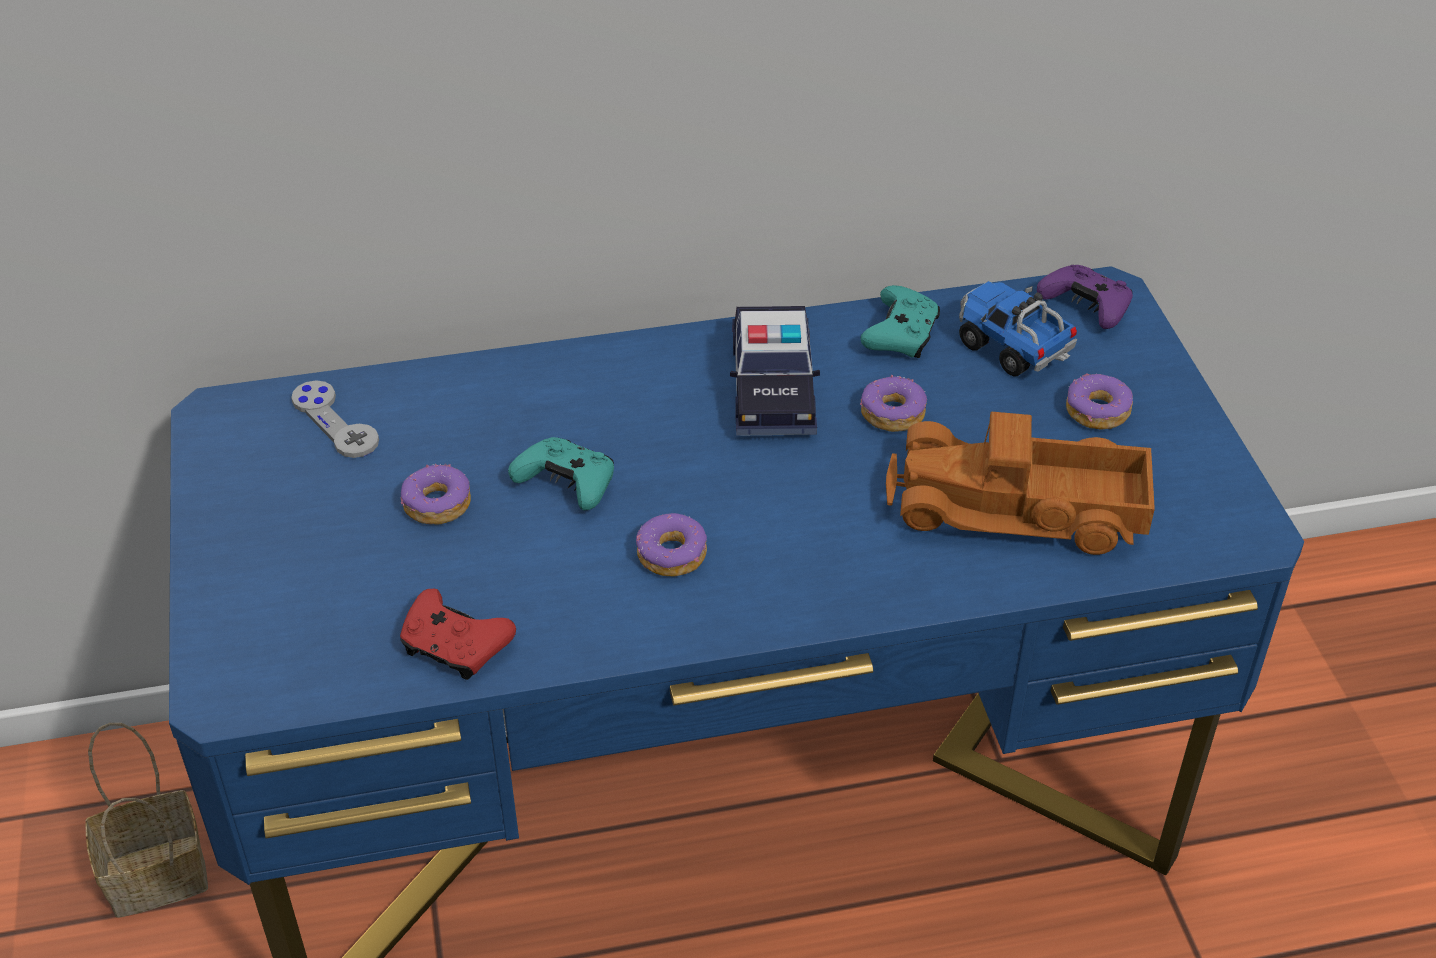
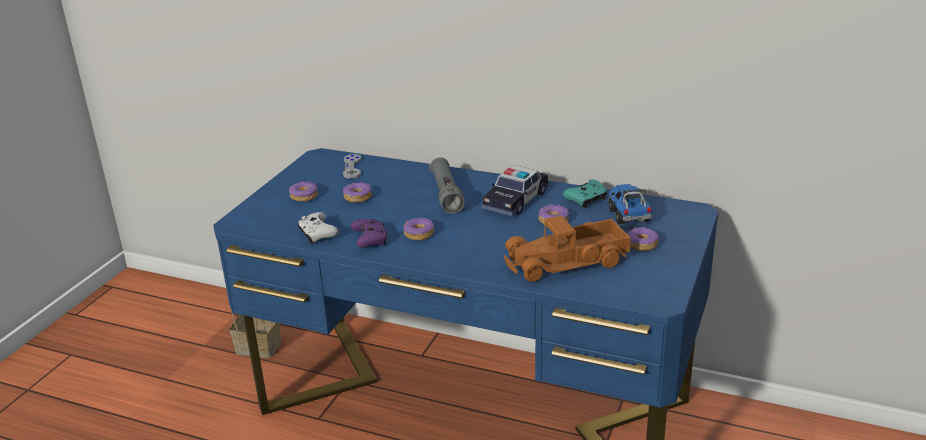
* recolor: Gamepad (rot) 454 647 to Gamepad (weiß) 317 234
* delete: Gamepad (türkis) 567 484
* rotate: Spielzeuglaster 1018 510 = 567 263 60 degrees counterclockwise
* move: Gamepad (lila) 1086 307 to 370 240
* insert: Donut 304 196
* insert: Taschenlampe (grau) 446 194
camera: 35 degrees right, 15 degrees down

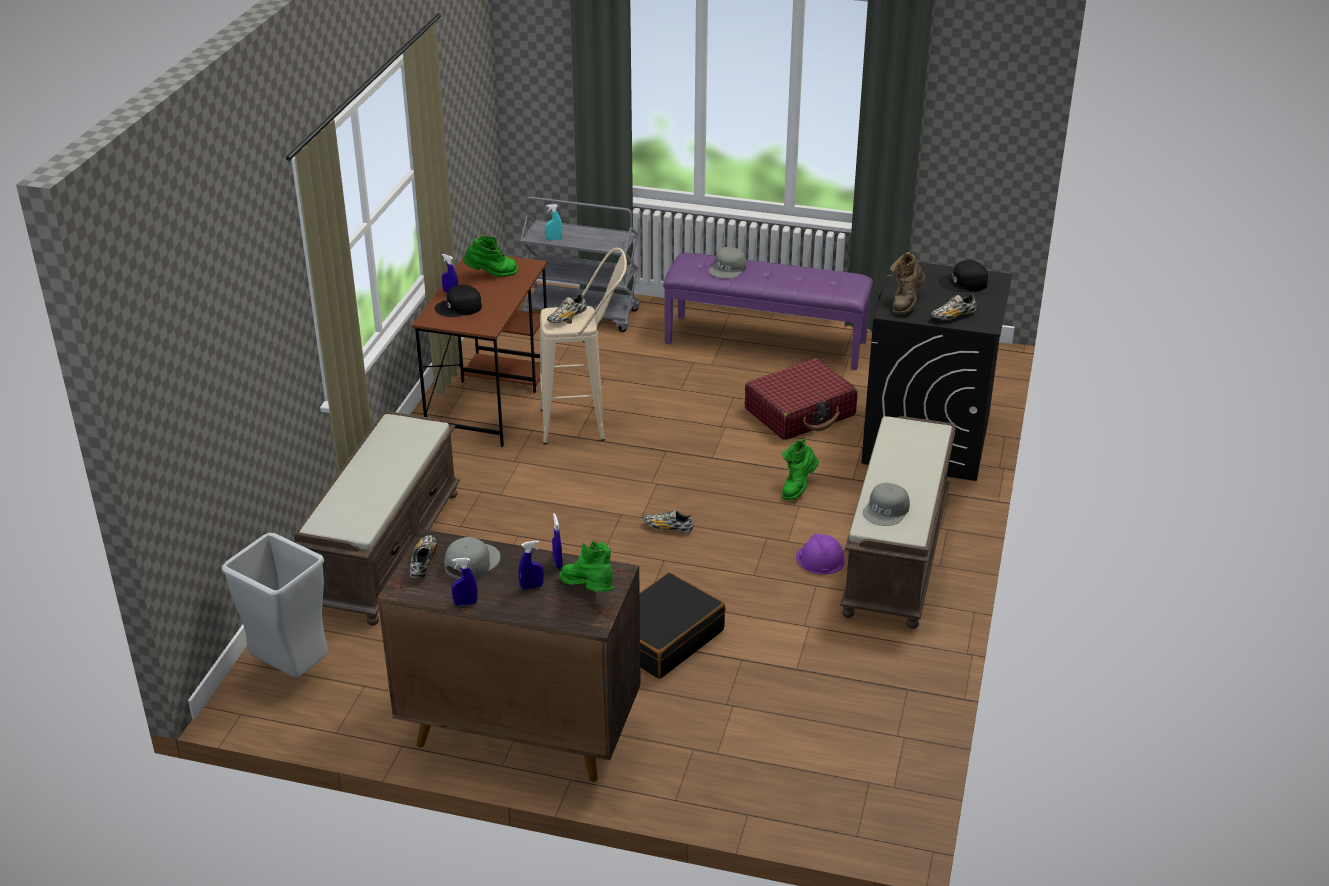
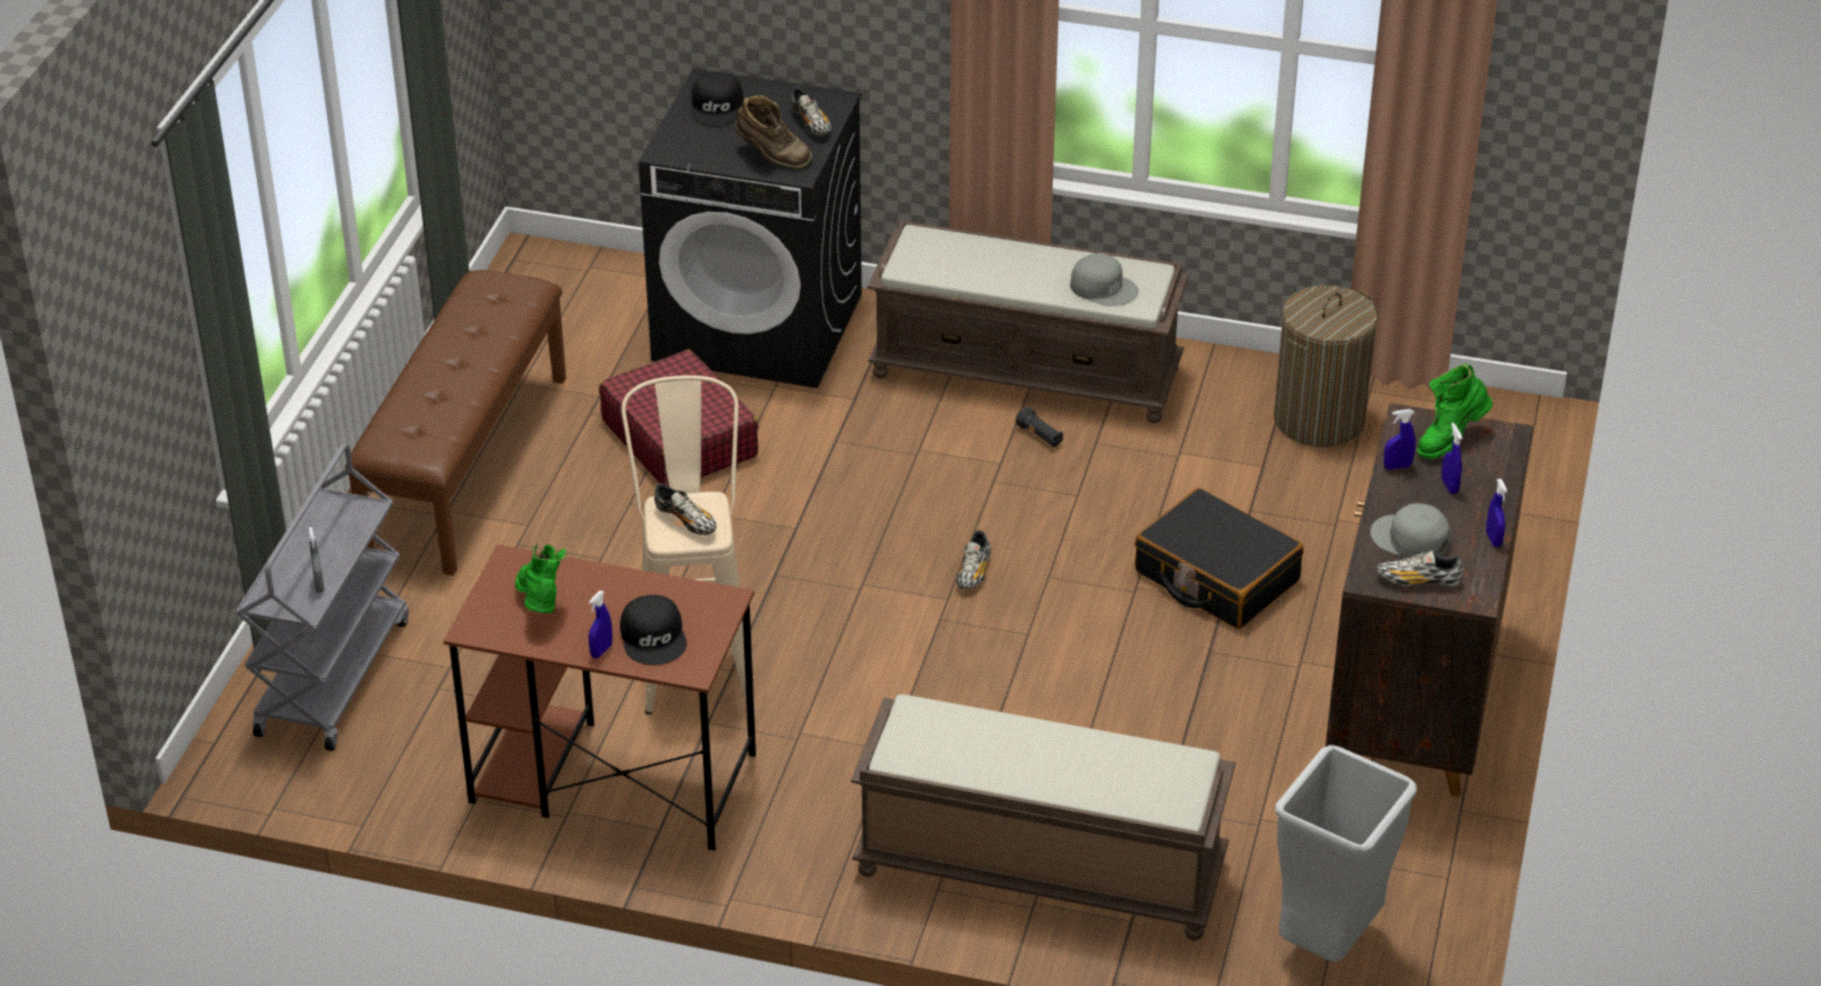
* recolor: Sprühflasche (türkis) 554 239 to Sprühflasche (grau) 319 585
* recolor: Bank (lila) 766 341 to Bank (braun) 465 464
* delete: Kappe (grau) 728 268
* delete: Stiefel (grün) 798 487
* replace: Schutzhelm (lila) 820 559 to Taschenlampe (schwarz) 1040 436
* insert: Wäschekorb 1319 420
camera: 90 degrees left, 5 degrees up

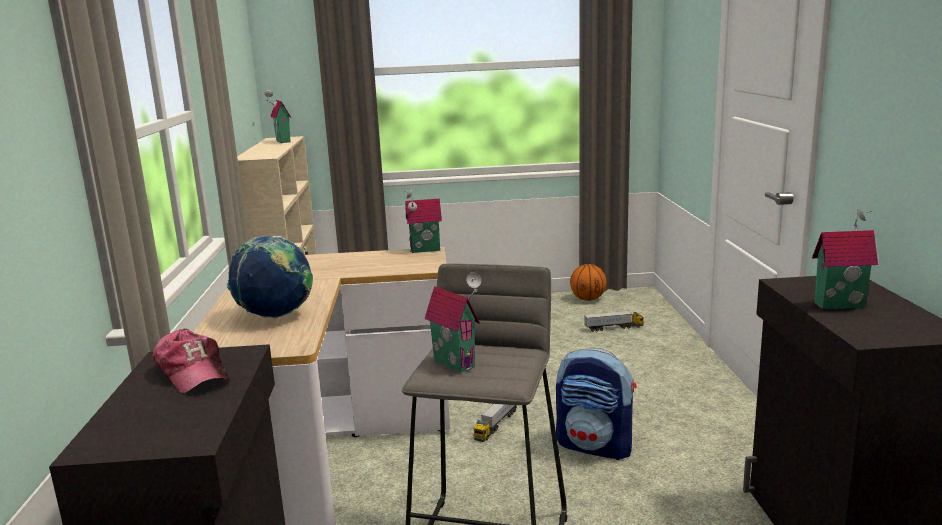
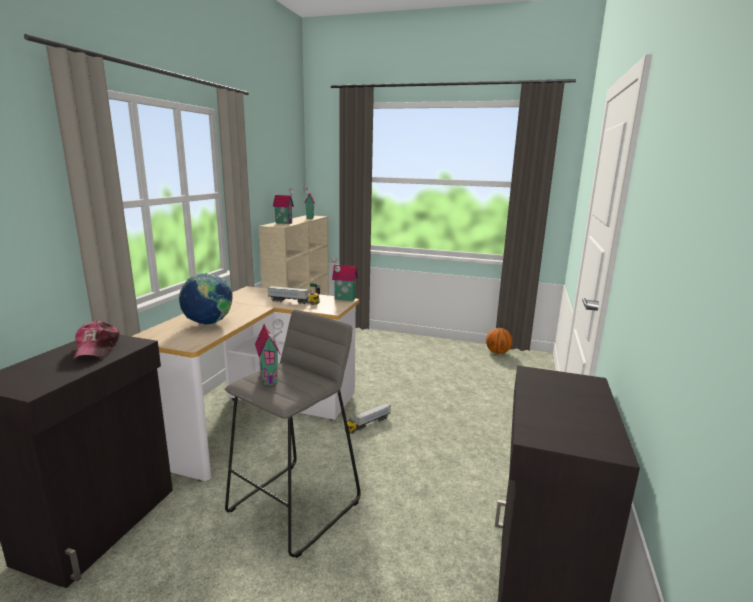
* delete: Rucksack 595 446
* move: Spielzeuglaster 613 328 to 293 302
* move: Spielzeughaus 838 304 to 284 223
camera: 20 degrees right, 0 degrees up

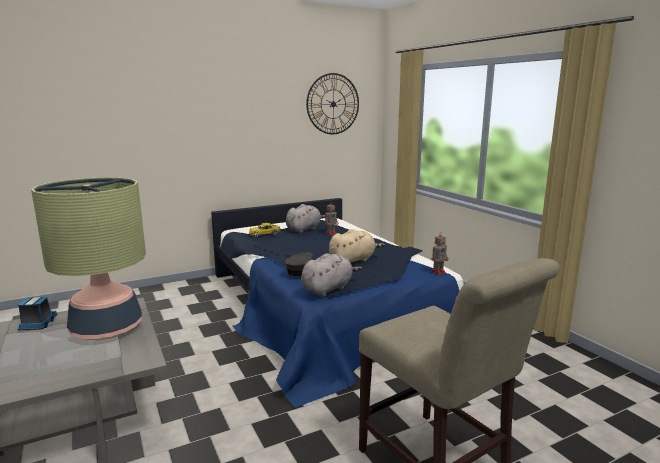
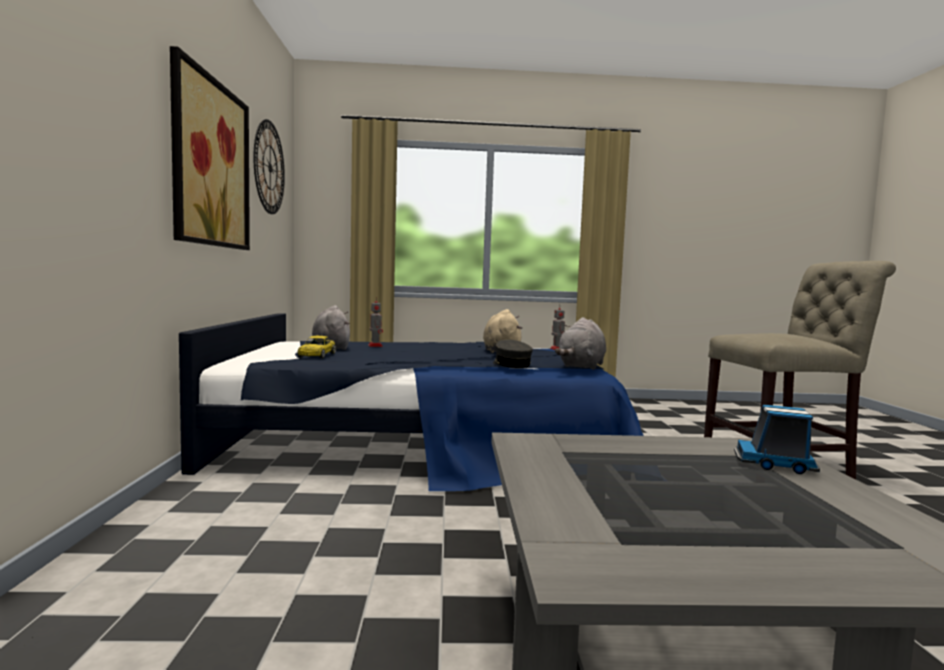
* move: Spielzeuglaster 38 324 to 776 464
* delete: Tischlampe 107 328
* rotate: Plüschtier (grau) 328 289 = 581 366 135 degrees counterclockwise
* insert: Bild 211 164
camera: 65 degrees left, 10 degrees down

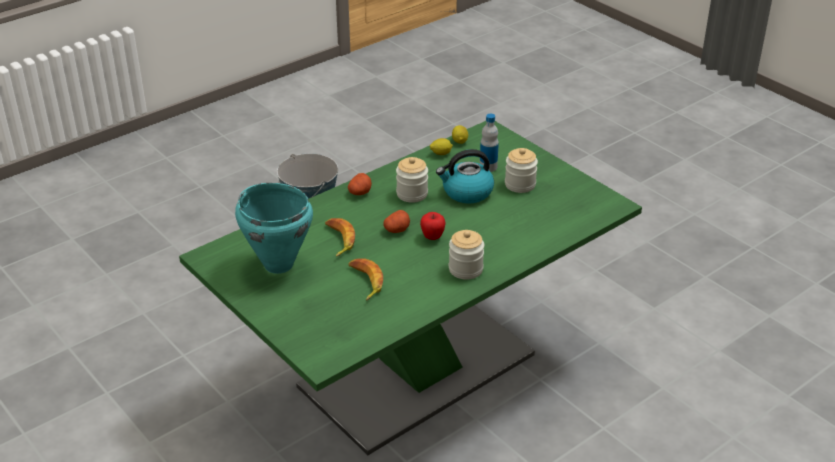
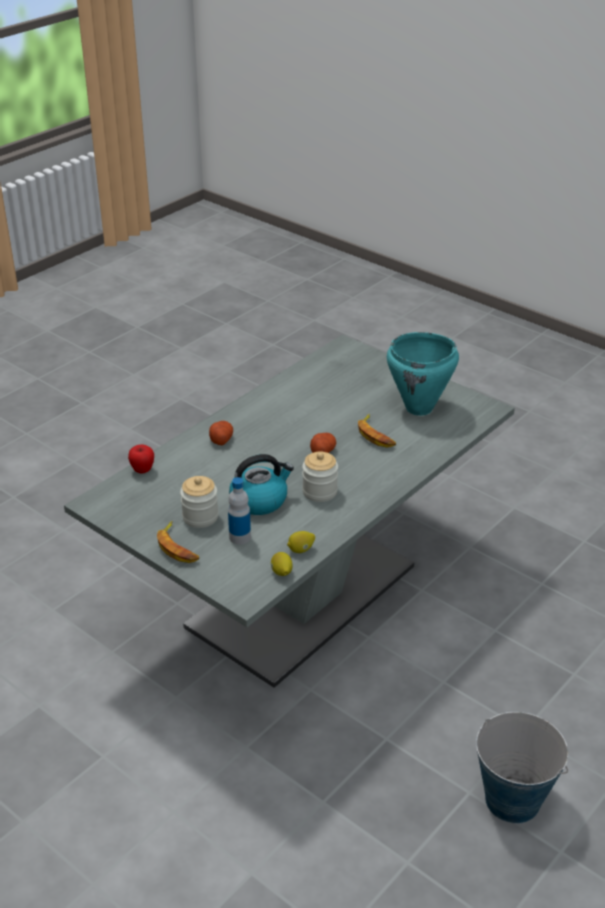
* recolor: Esstisch (grün) 417 370 to Esstisch (grau) 302 596
* move: Kartoffel 360 192 to 221 439
* move: Banane 365 282 to 178 547
* move: Apfel 432 237 to 142 470
* delete: Vorratsglas 465 269
camera: 170 degrees right, 0 degrees up

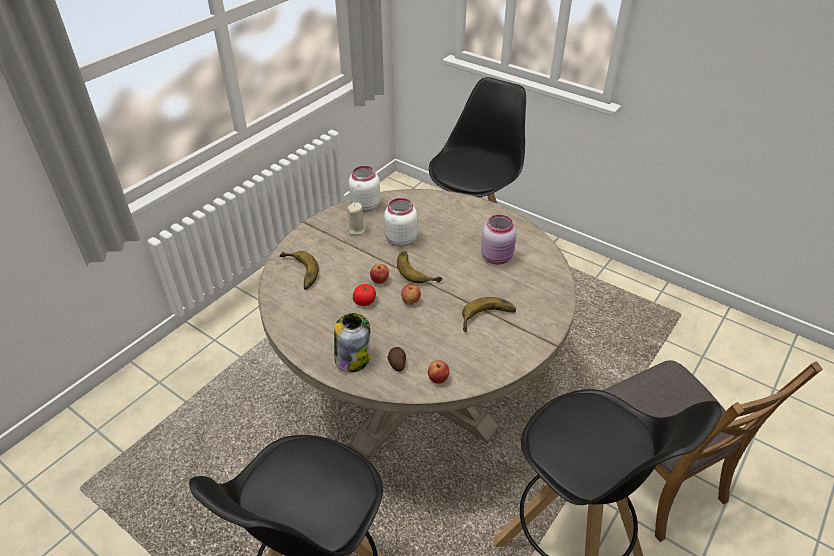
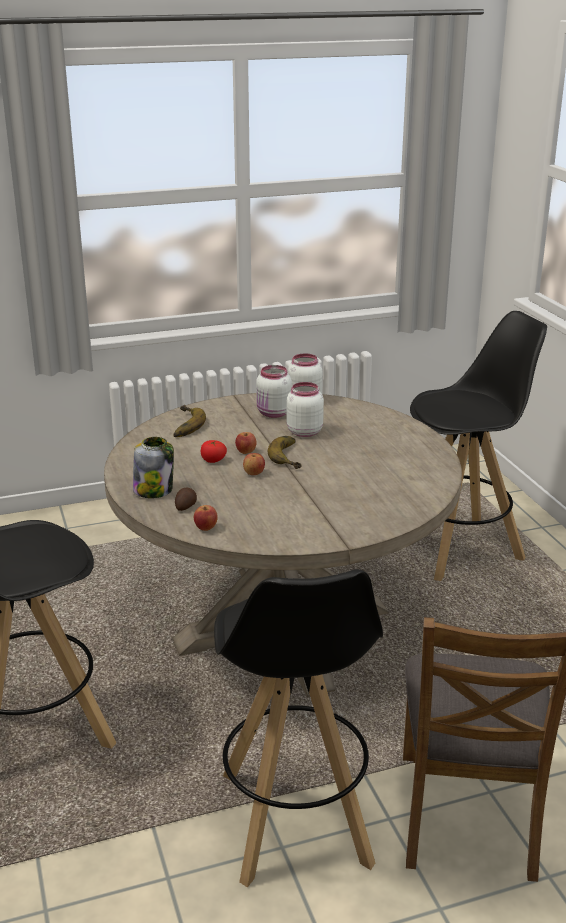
* replace: Kerze (beige) 356 229 to Vorratsglas (weiß) 273 413
* delete: Banane 488 319
* delete: Vorratsglas (rosa) 497 257
camera: 35 degrees right, 15 degrees down

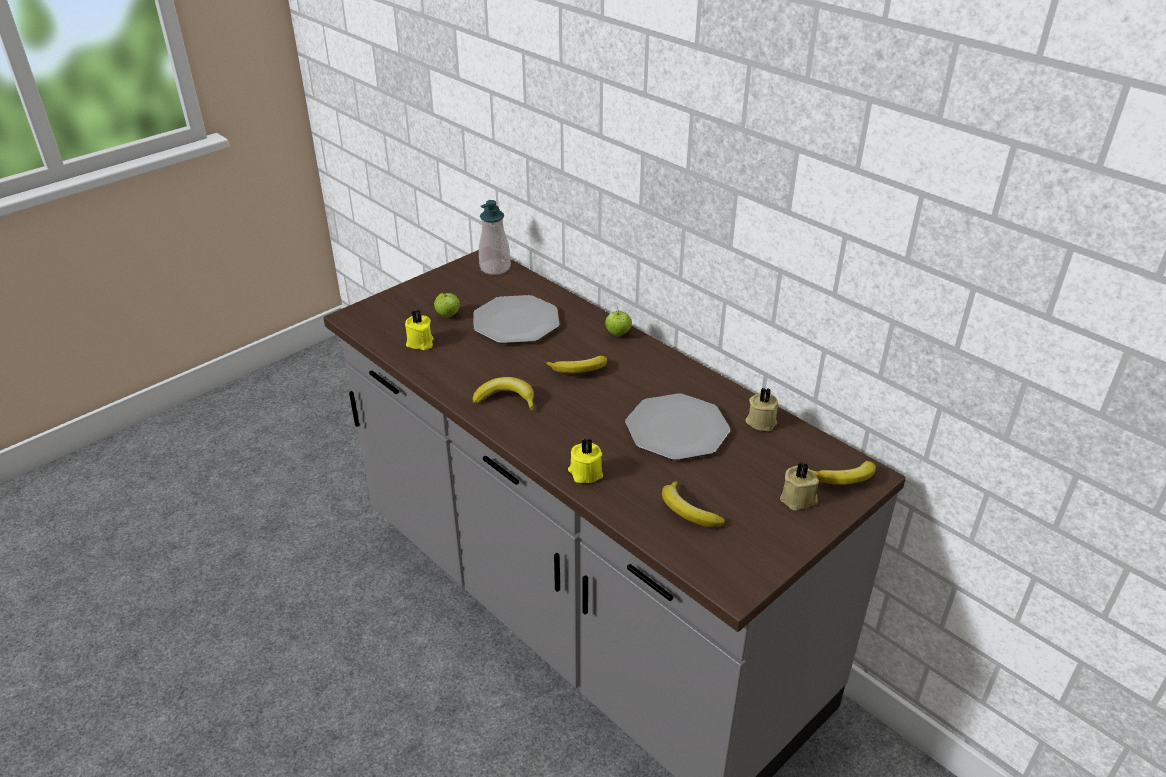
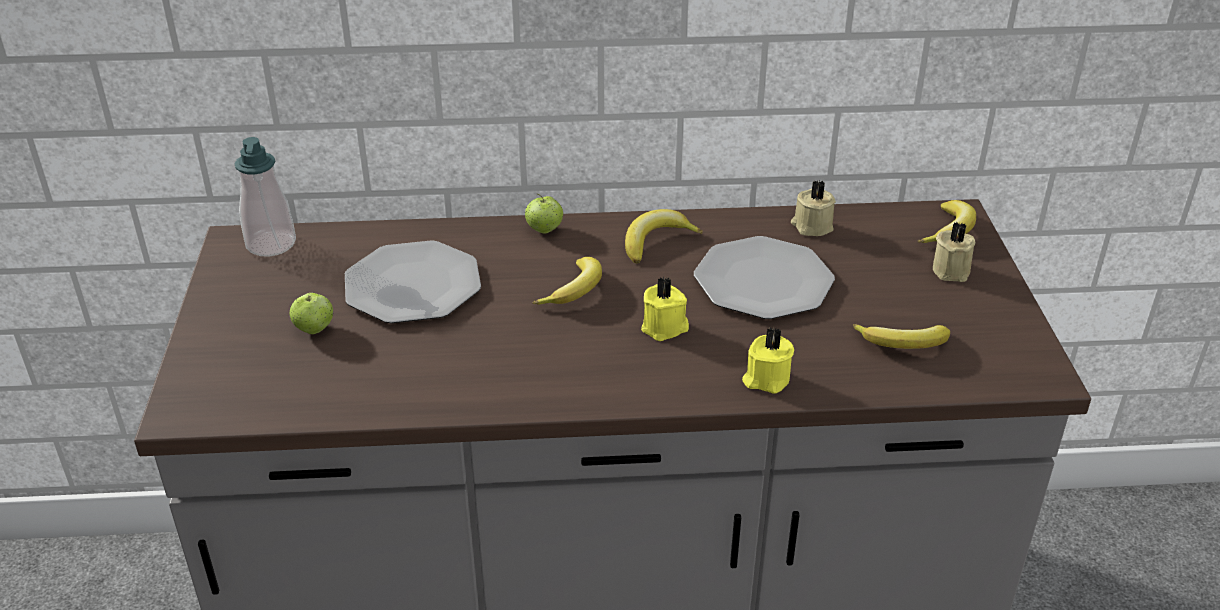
* move: Kerze (gelb) 420 343 to 665 328
* move: Banane 506 399 to 656 241
camera: 50 degrees left, 0 degrees up

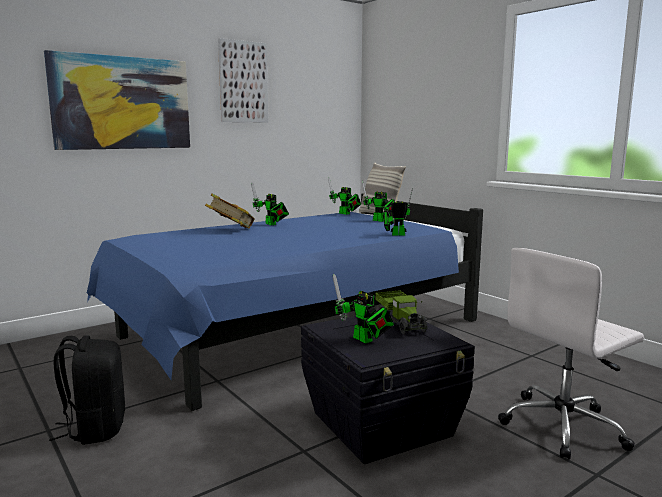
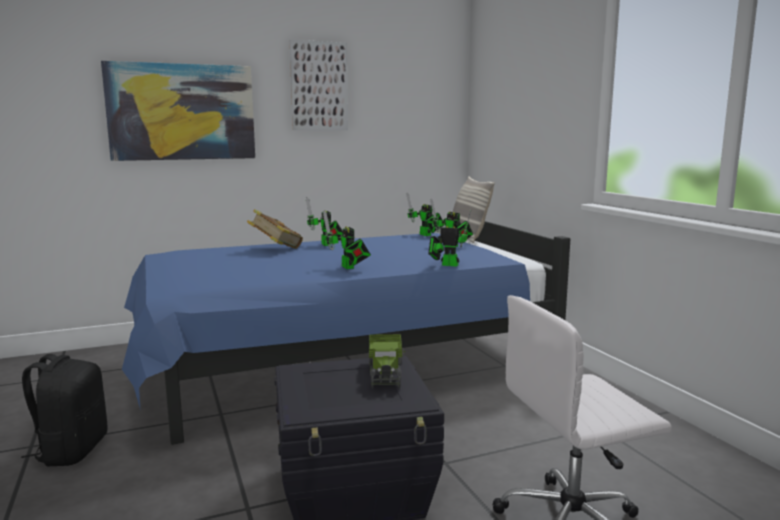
* move: Spielzeugroboter 365 340 to 348 267
camera: 15 degrees right, 0 degrees up

